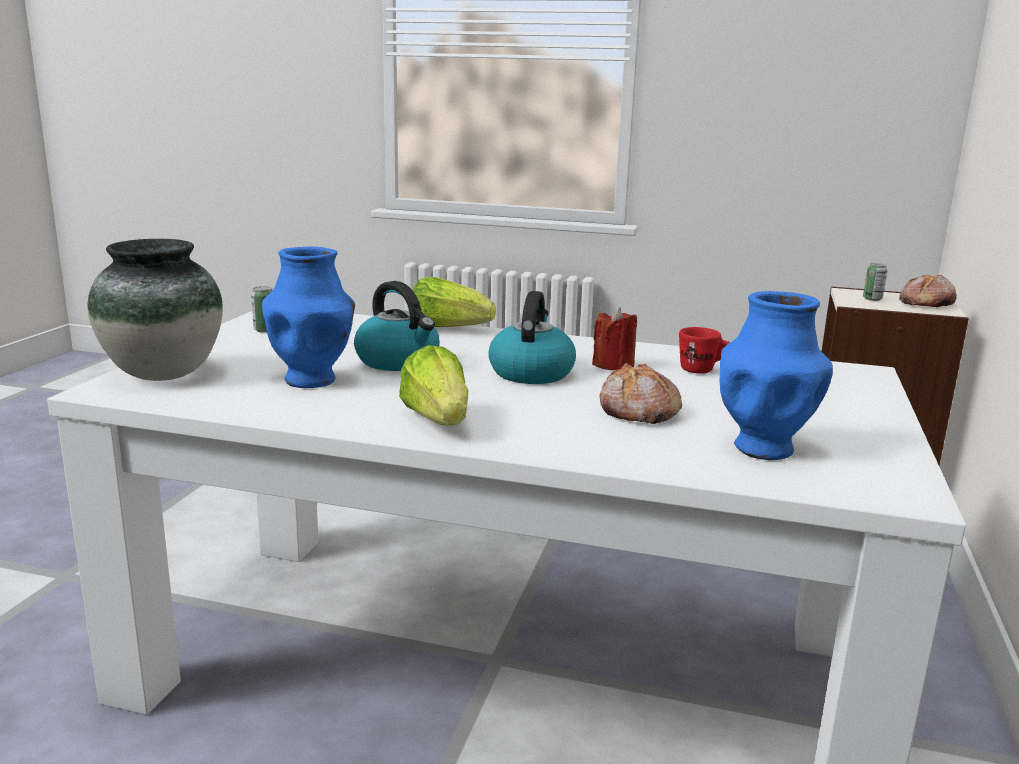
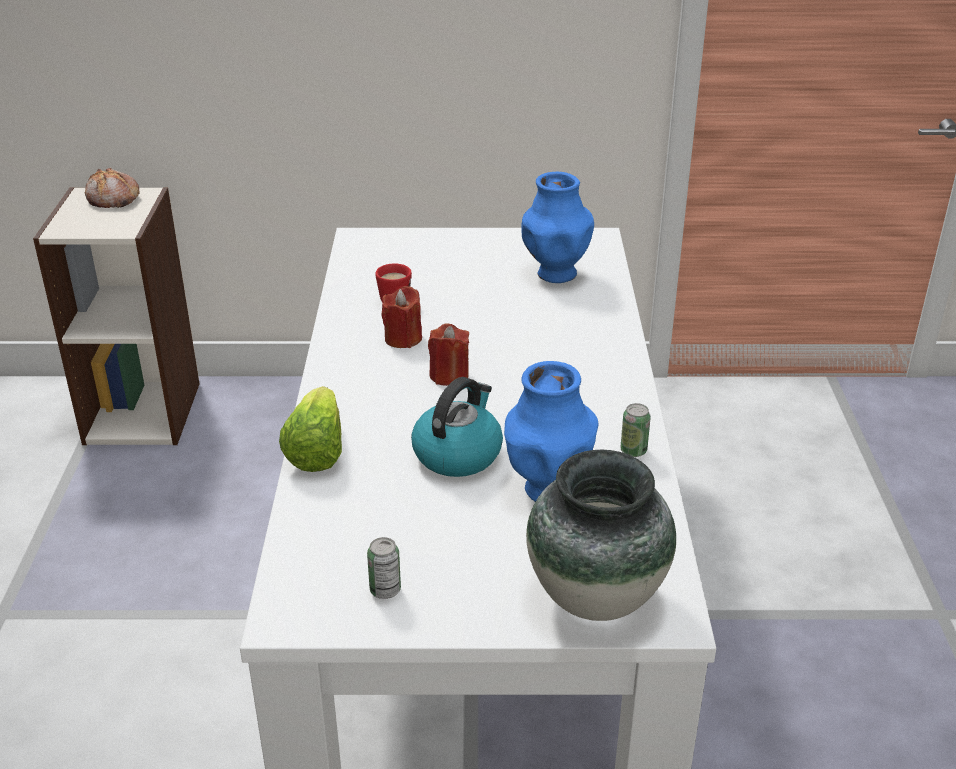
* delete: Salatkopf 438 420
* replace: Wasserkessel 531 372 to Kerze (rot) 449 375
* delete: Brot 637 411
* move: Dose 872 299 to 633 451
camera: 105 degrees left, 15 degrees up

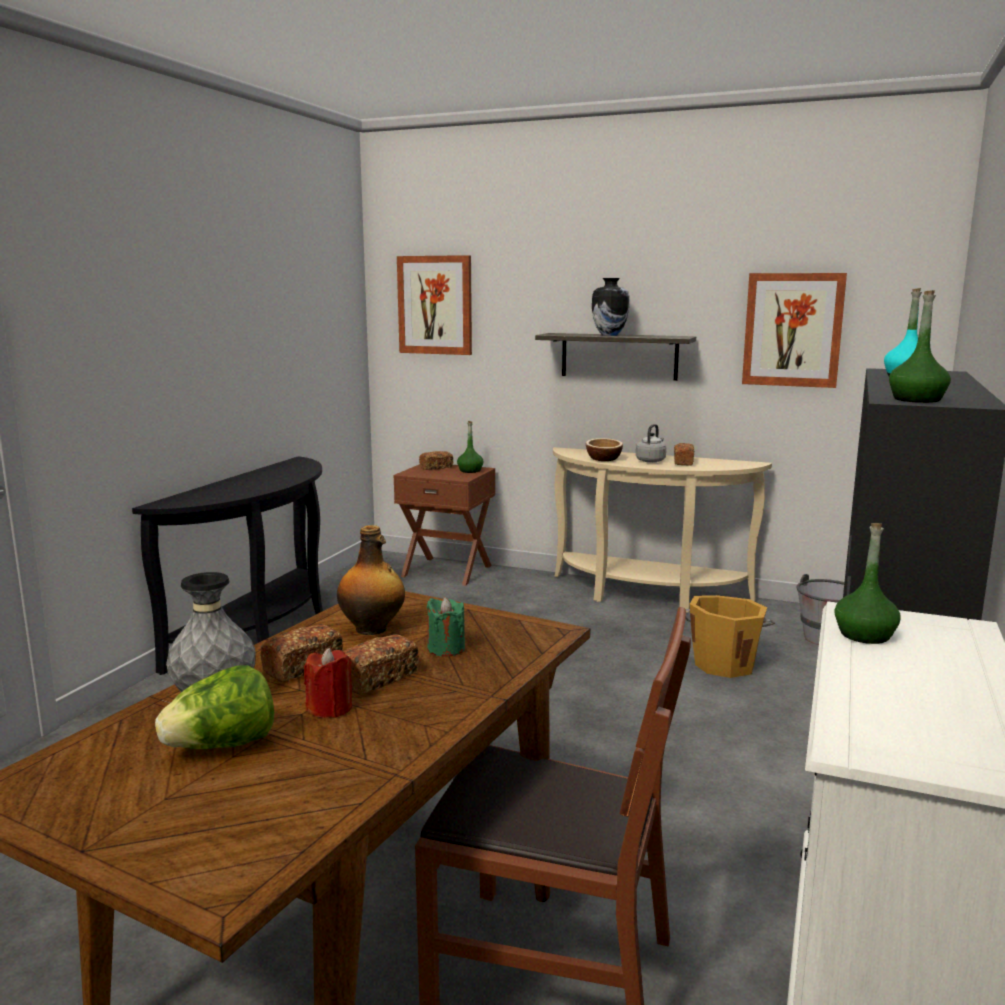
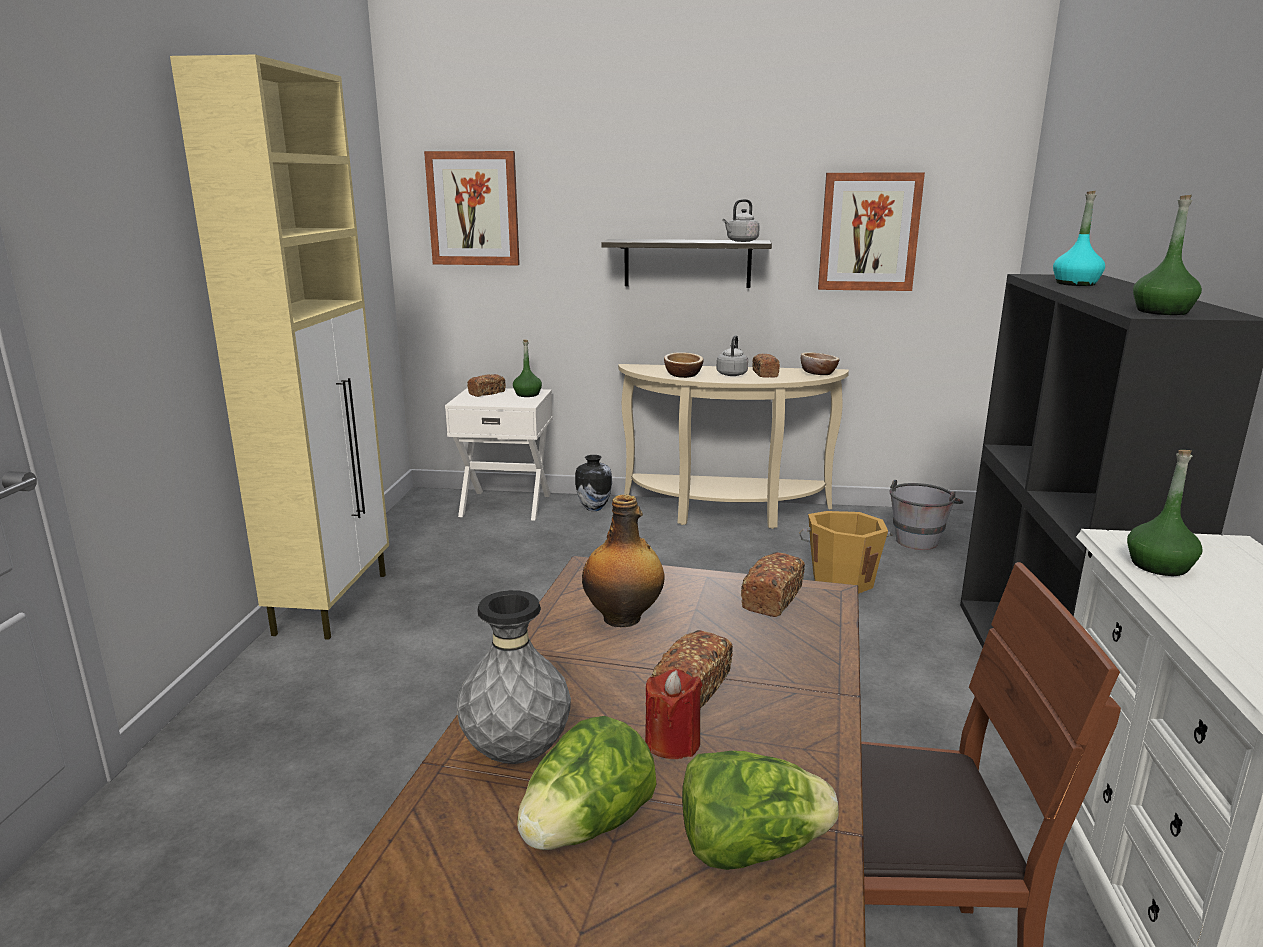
* replace: Konsolentisch (schwarz) 264 632 to Schrank (beige) 334 602
* move: Brot 303 667 to 772 598
* recolor: Nachttisch (braun) 447 570 to Nachttisch (weiß) 506 504
* delete: Kerze (grün) 446 649
* move: Vase 609 335 to 593 508
* insert: Salatkopf 750 848
* insert: Wasserkessel (grau) 741 241
* insert: Schüssel 818 373
camera: 15 degrees left, 5 degrees up

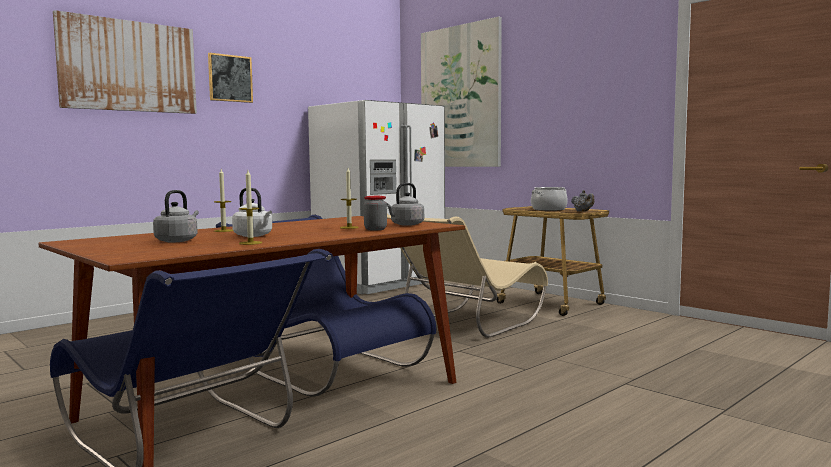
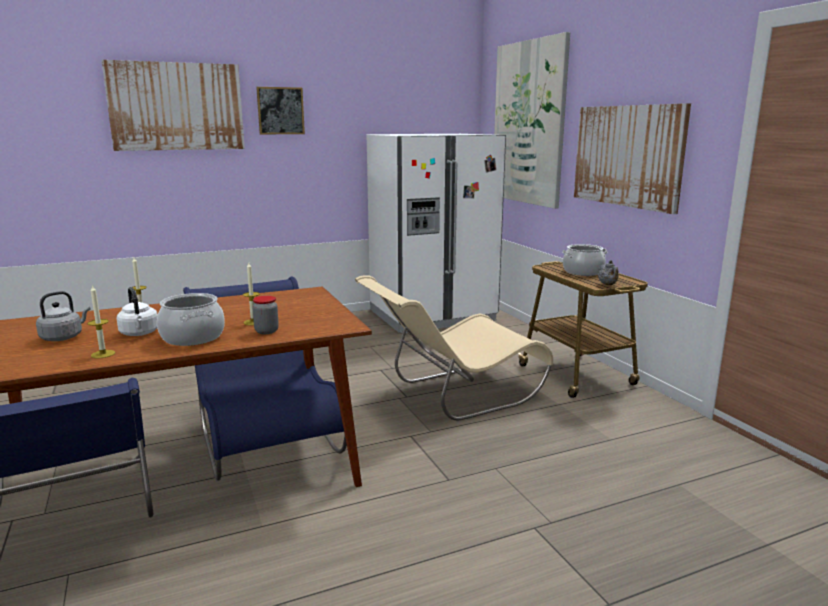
* delete: Wasserkessel (grau) 406 225
* insert: Kochtopf 192 337
* insert: Bild 627 156
camera: 20 degrees right, 10 degrees up

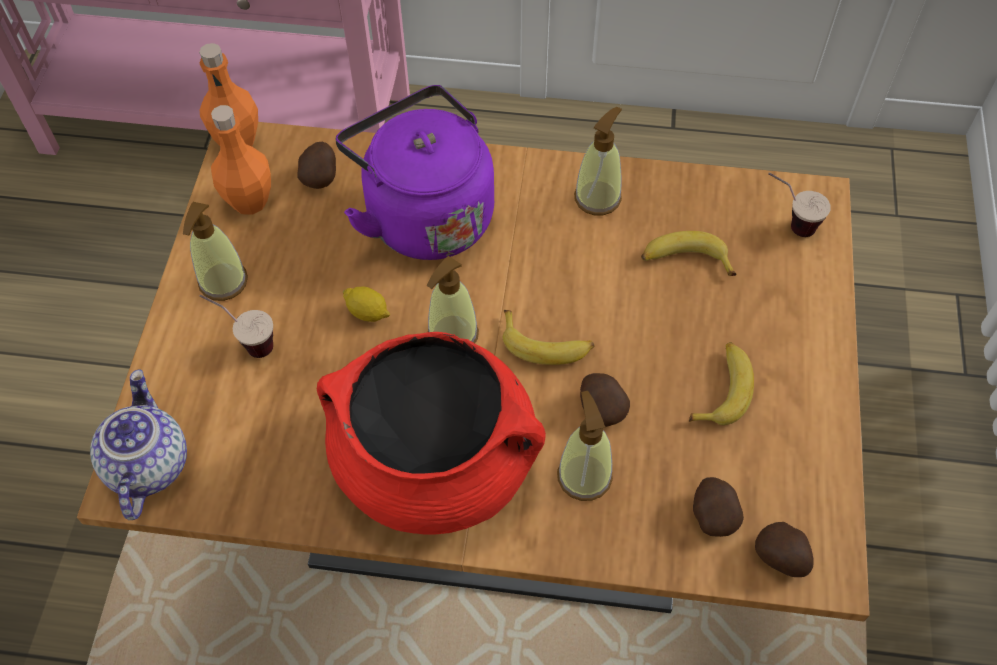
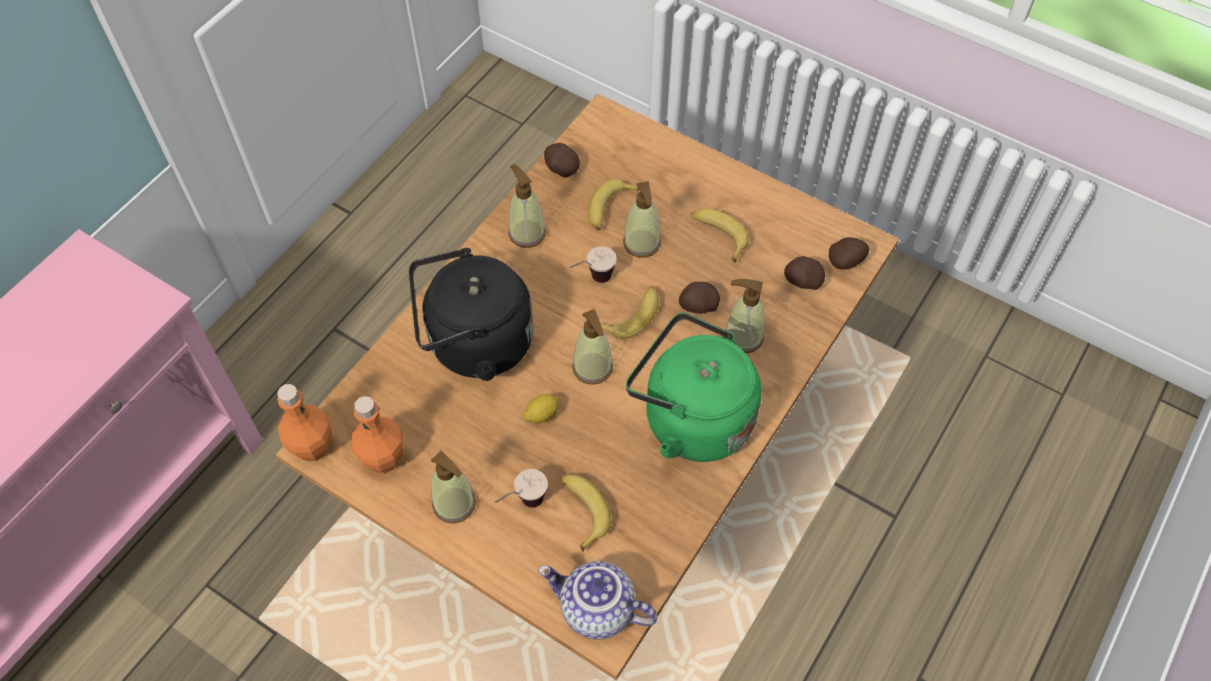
* move: Kartoffel 320 176 to 561 169
* replace: Kochtopf (rot) 436 463 to Wasserkessel (grün) 691 418
* recolor: Wasserkessel (lila) 424 214 to Wasserkessel (schwarz) 474 344
* move: Tasse 788 223 to 592 281
* insert: Banane 582 510
* insert: Seifenspender 642 243
camera: 65 degrees left, 0 degrees up

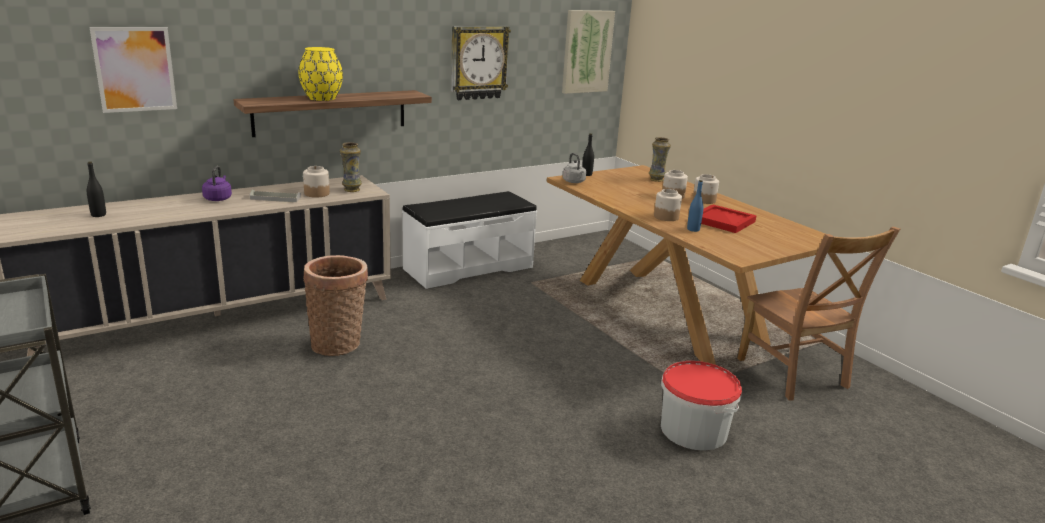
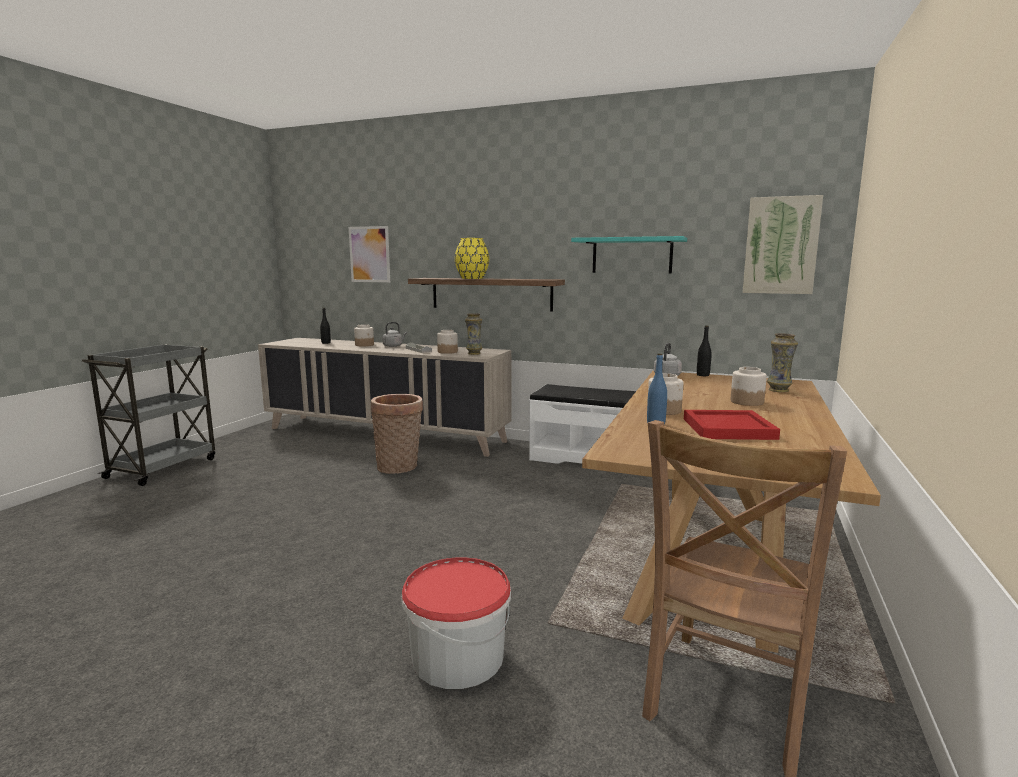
* recolor: Wasserkessel (lila) 218 198 to Wasserkessel (grau) 394 346
* replace: Wanduhr 478 62 to Wandregal (türkis) 632 255
* move: Vorratsglas 704 200 to 364 345
camera: 55 degrees right, 10 degrees down

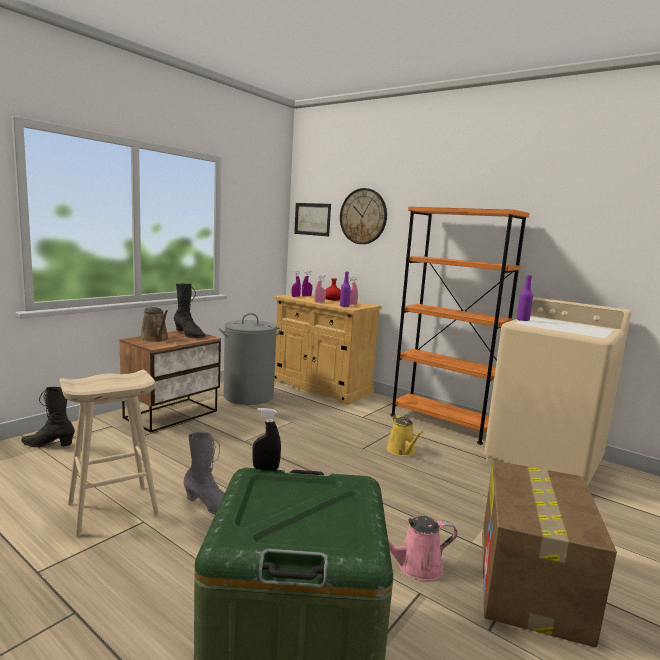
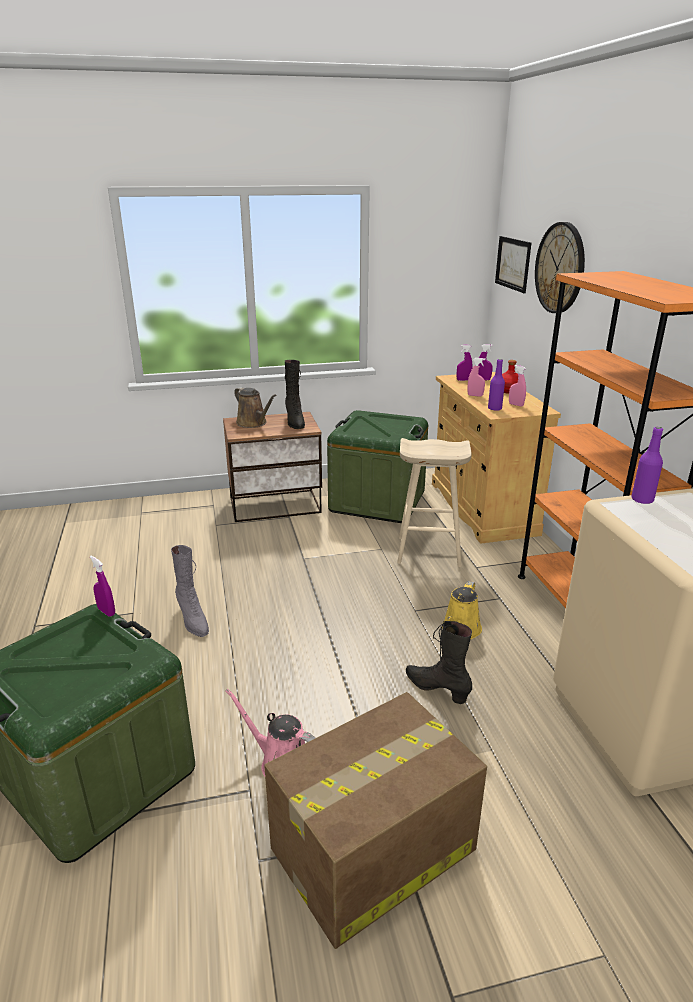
* move: Stiefel (schwarz) 48 445 to 437 689
* move: Hocker (beige) 112 510 to 427 552
* rotate: Gießkanne (braun) 155 339 = 253 423 45 degrees counterclockwise
* replace: Wäschekorb (grau) 248 396 to Aufbewahrungsbox (grün) 377 501
* recolor: Sprühflasche (schwarz) 265 468 to Sprühflasche (lila) 106 611
camera: 40 degrees right, 15 degrees up

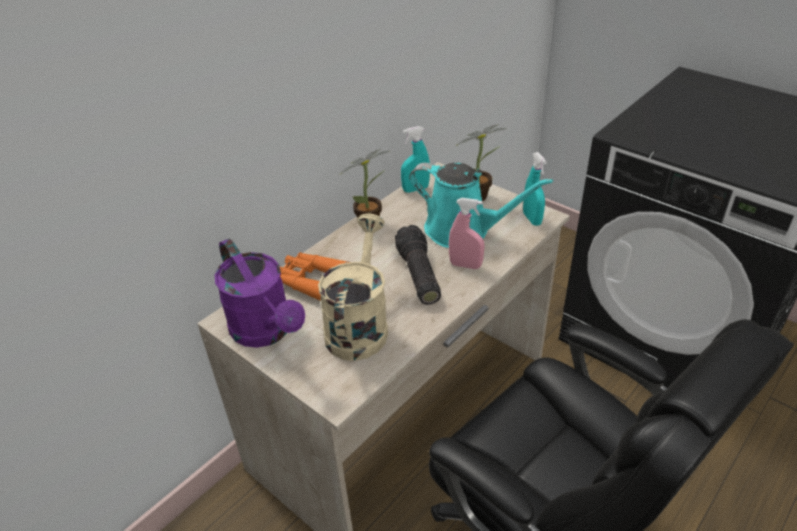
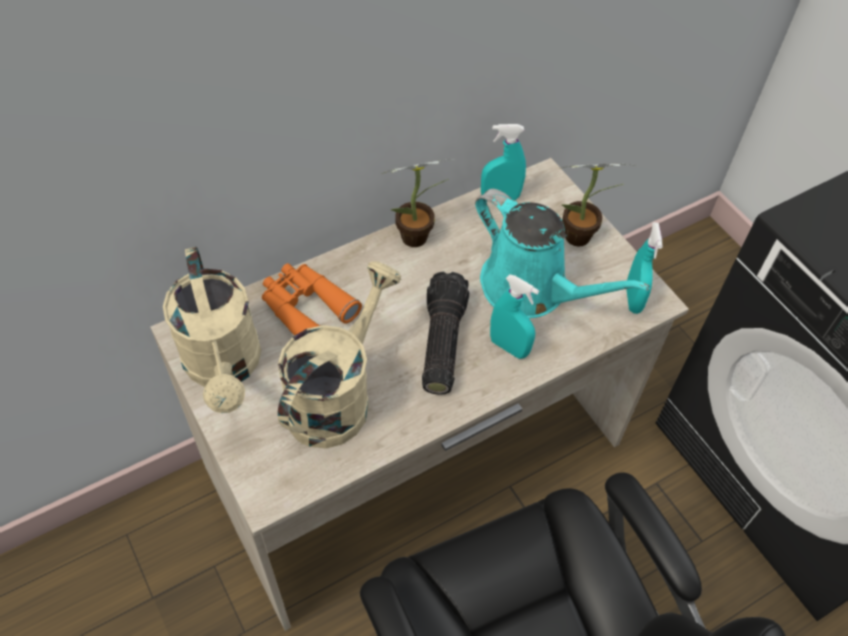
* recolor: Gießkanne (lila) 267 331 to Gießkanne (beige) 225 367
* recolor: Sprühflasche (rosa) 465 265 to Sprühflasche (türkis) 509 347
camera: 15 degrees right, 15 degrees up

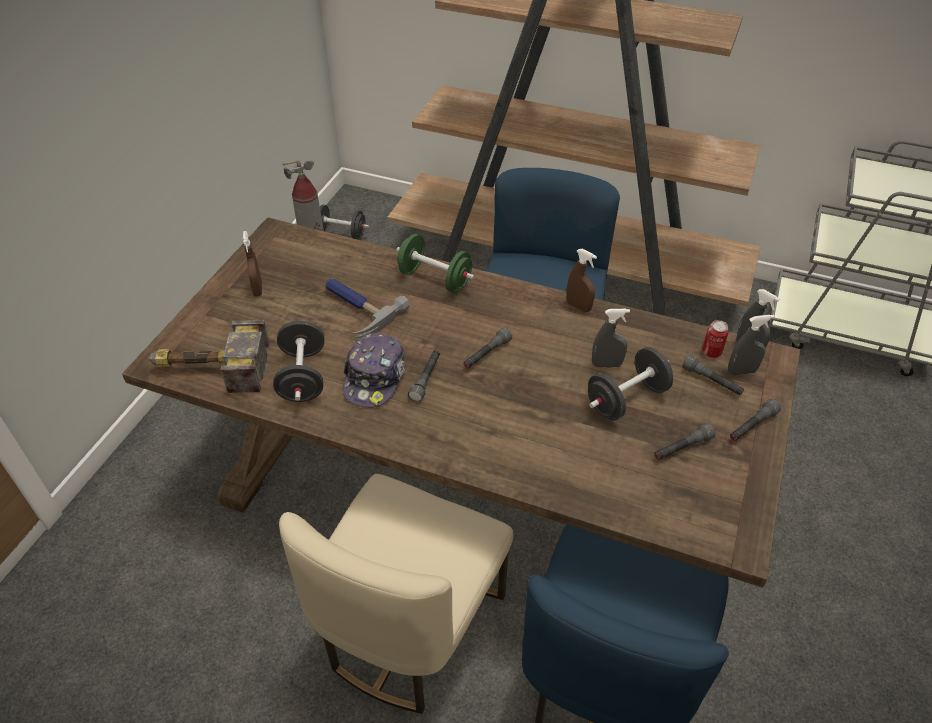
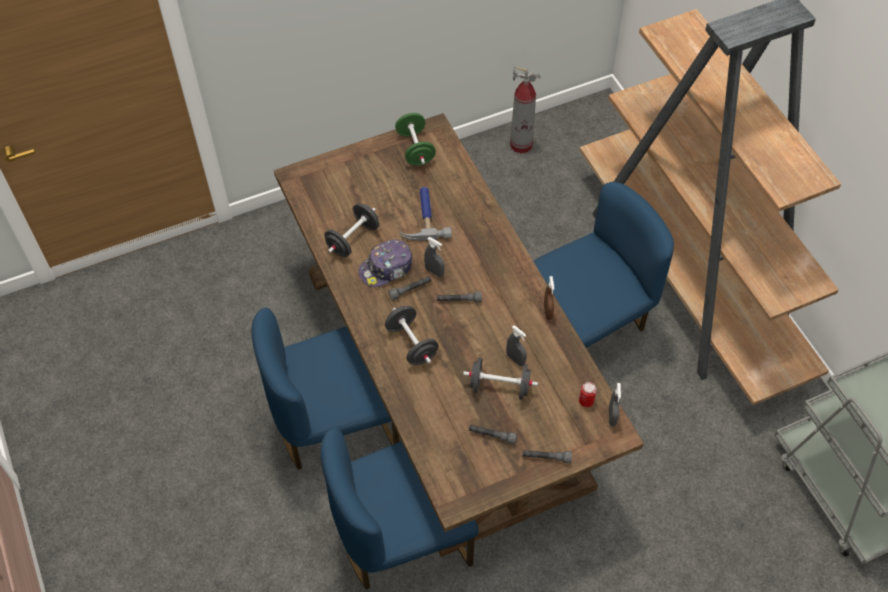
* delete: Hammer 209 368
* delete: Sprühflasche (braun) 257 289
* recolor: Stuhl (beige) 410 627 to Stuhl (blau) 335 424
* move: Hantel (schwarz) 341 233 to 411 344
* move: Hantel (grün) 435 279 to 415 149
* delete: Taschenlampe (grau) 712 381
* move: Sprühflasche (grau) 741 371 to 434 271
camera: 45 degrees right, 10 degrees up

